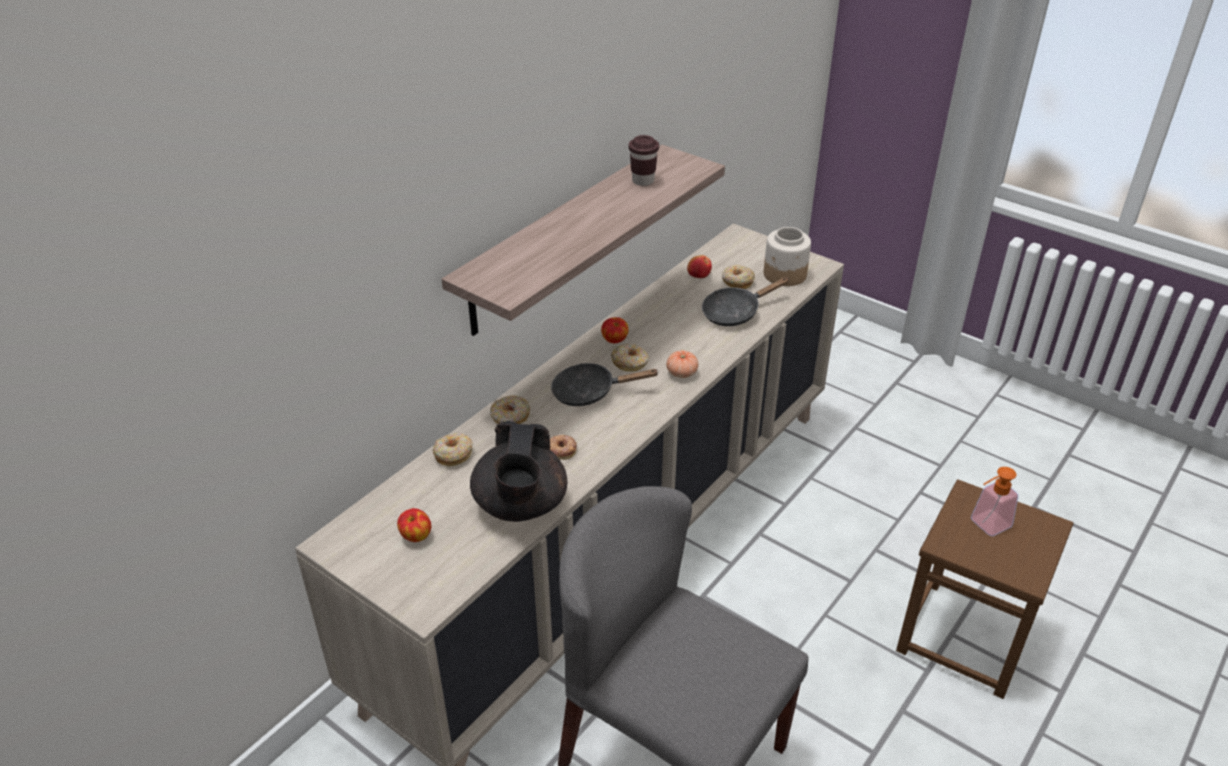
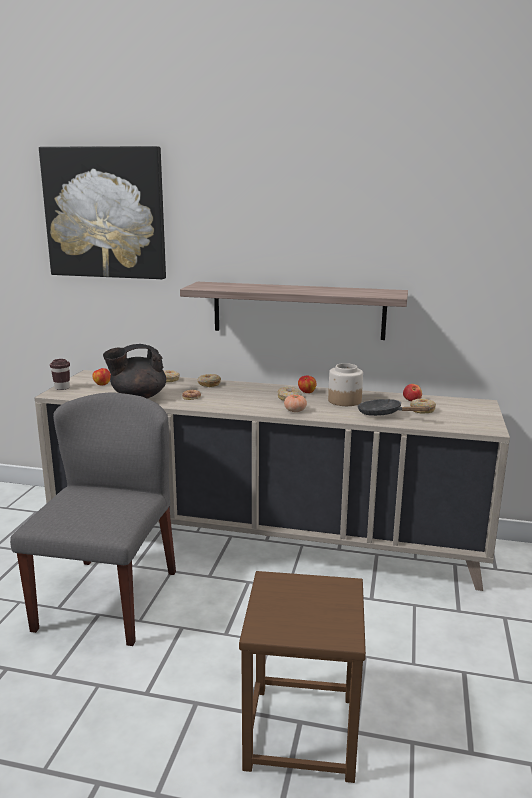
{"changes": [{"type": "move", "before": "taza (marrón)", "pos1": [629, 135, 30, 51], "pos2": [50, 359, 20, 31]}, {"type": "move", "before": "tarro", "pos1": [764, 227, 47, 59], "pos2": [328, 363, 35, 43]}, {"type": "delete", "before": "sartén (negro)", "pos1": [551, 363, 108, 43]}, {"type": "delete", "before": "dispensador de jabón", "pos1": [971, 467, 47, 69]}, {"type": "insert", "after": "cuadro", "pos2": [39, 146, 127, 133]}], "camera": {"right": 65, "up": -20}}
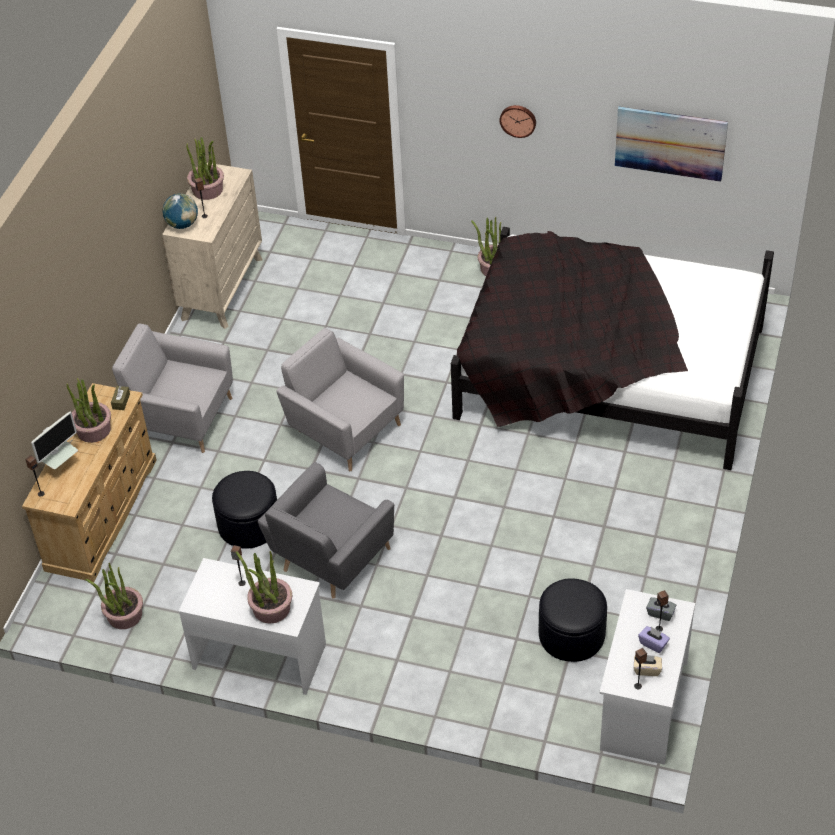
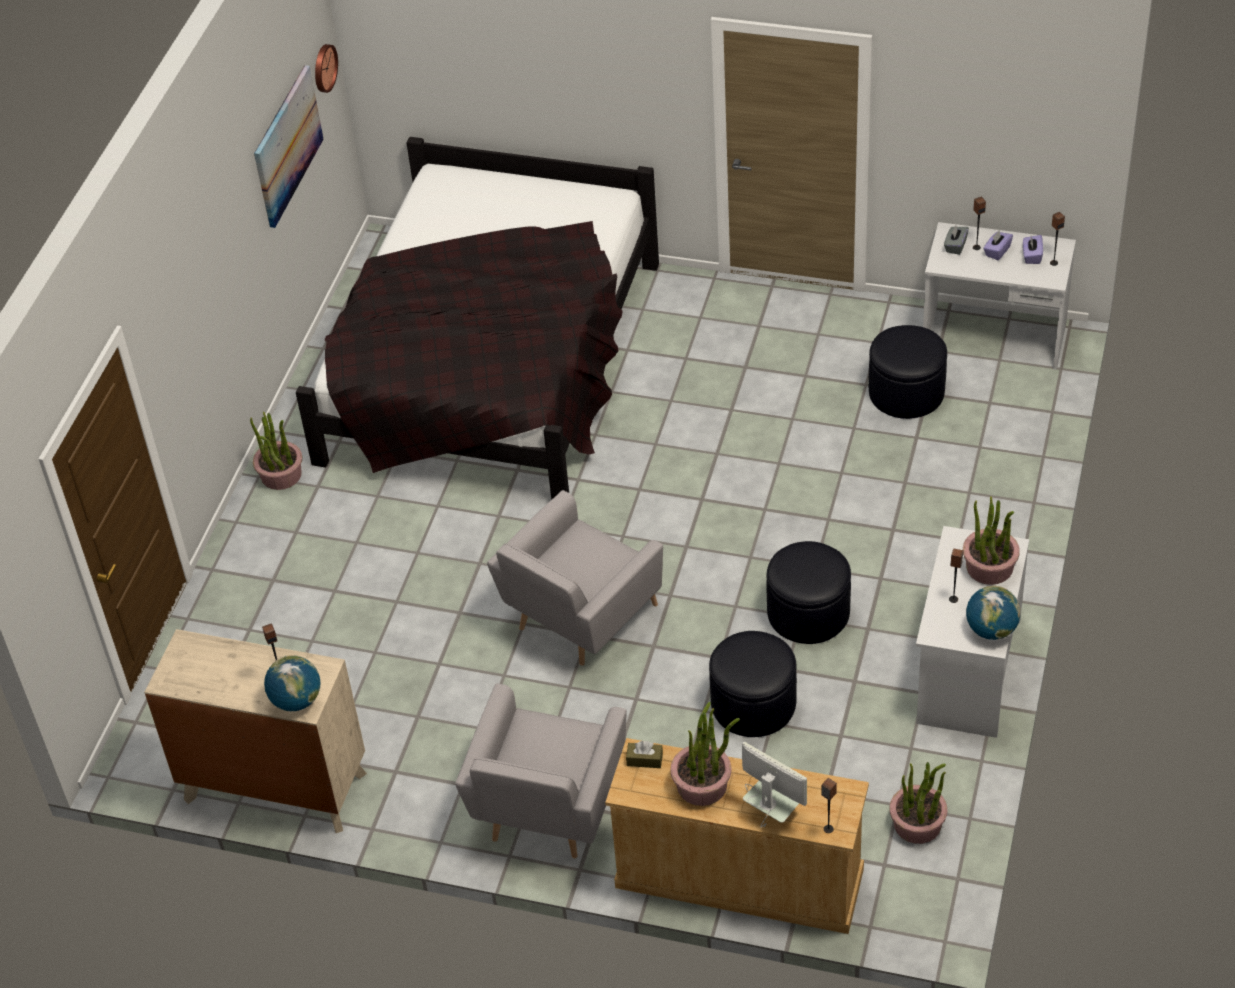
{"changes": [{"type": "move", "before": "reloj de pared", "pos1": [500, 105, 36, 33], "pos2": [315, 44, 23, 49]}, {"type": "delete", "before": "planta en maceta", "pos1": [186, 137, 38, 63]}, {"type": "replace", "before": "sillón (gris)", "after": "puf (negro)", "pos1": [258, 462, 136, 137], "pos2": [767, 541, 84, 103]}, {"type": "recolor", "before": "caja de pañuelos (beis)", "after": "caja de pañuelos (morado)", "pos1": [634, 655, 28, 21], "pos2": [1023, 235, 20, 29]}, {"type": "insert", "after": "globo terráqueo", "pos2": [966, 585, 55, 55]}], "camera": {"right": -90, "up": 0}}
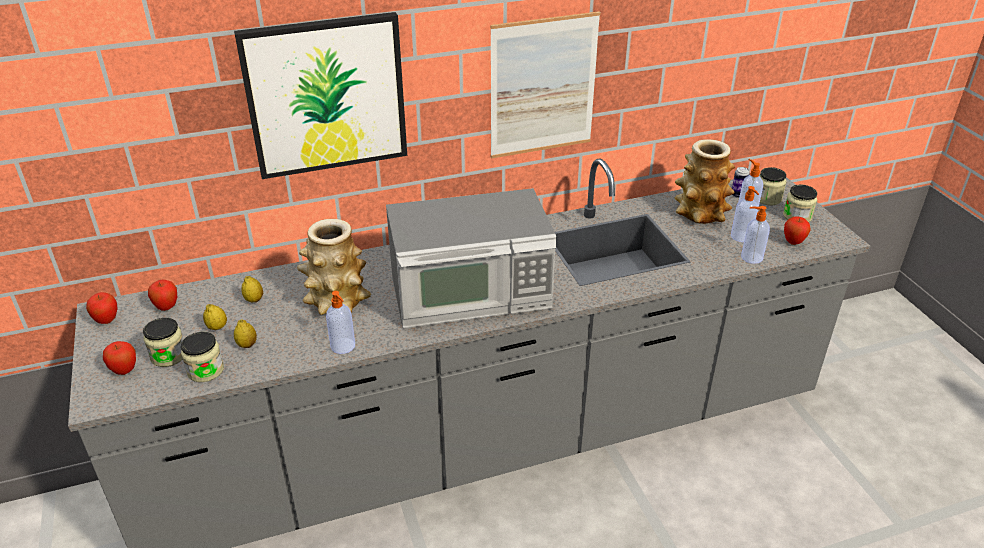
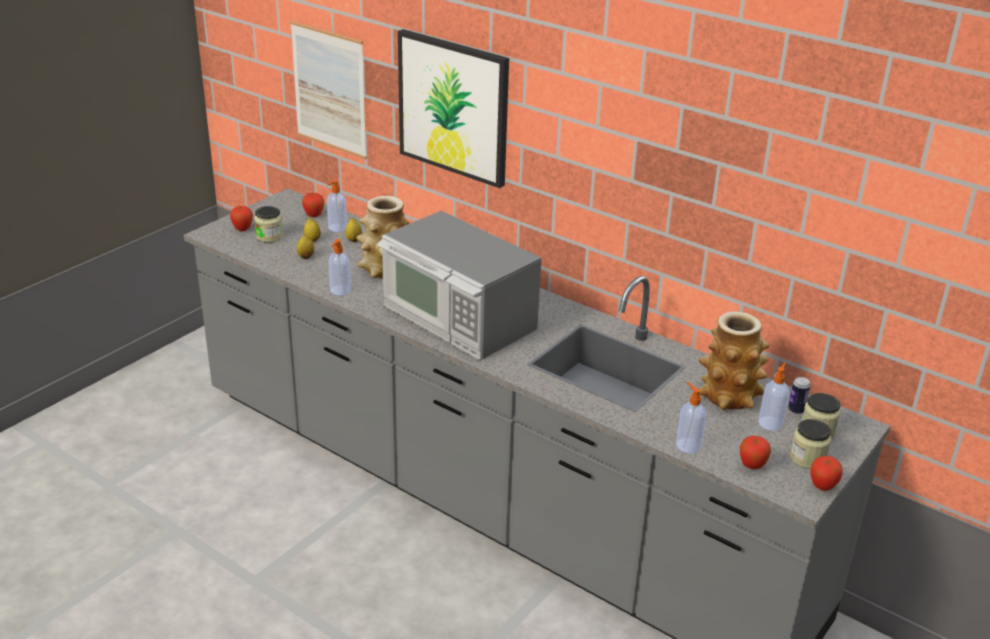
{"changes": [{"type": "move", "before": "cuadro", "pos1": [490, 11, 111, 147], "pos2": [290, 21, 77, 138]}, {"type": "move", "before": "dispensador de jabón", "pos1": [731, 186, 28, 56], "pos2": [327, 180, 20, 52]}, {"type": "move", "before": "manzana", "pos1": [86, 292, 32, 32], "pos2": [810, 456, 33, 35]}, {"type": "delete", "before": "tarro", "pos1": [181, 332, 43, 50]}], "camera": {"right": 55, "up": -5}}
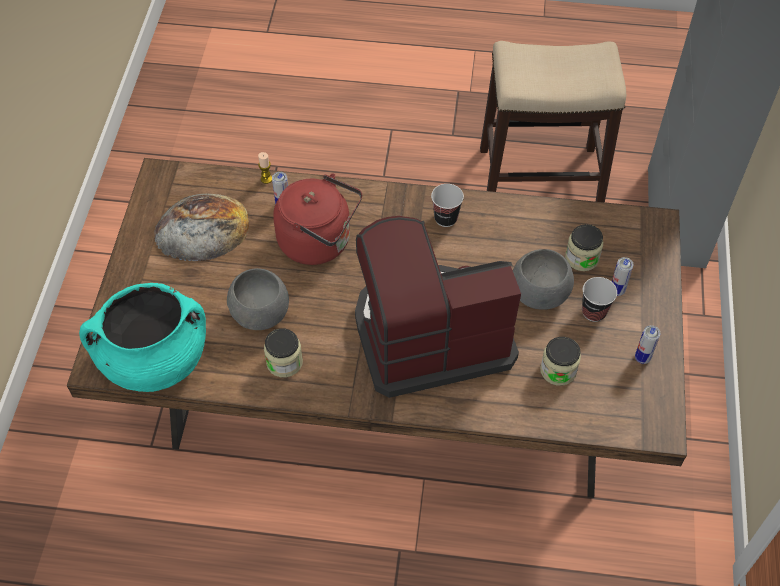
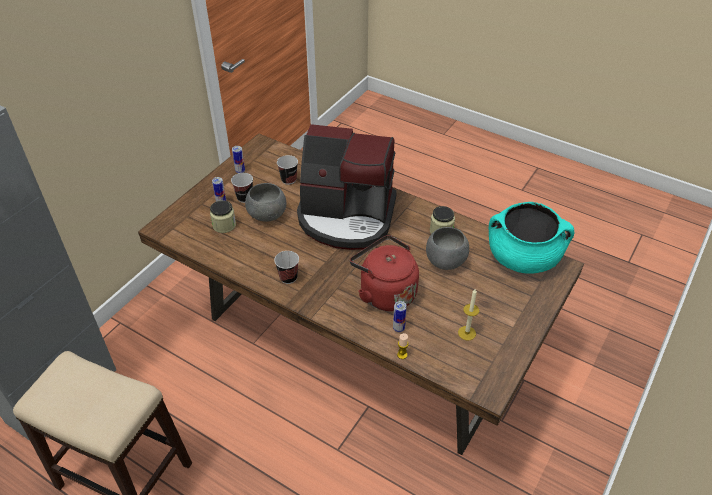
{"changes": [{"type": "replace", "before": "pan", "after": "vela", "pos1": [154, 194, 95, 67], "pos2": [458, 289, 21, 51]}, {"type": "replace", "before": "tarro", "after": "taza", "pos1": [540, 337, 41, 49], "pos2": [277, 155, 21, 30]}], "camera": {"right": -155, "up": -10}}
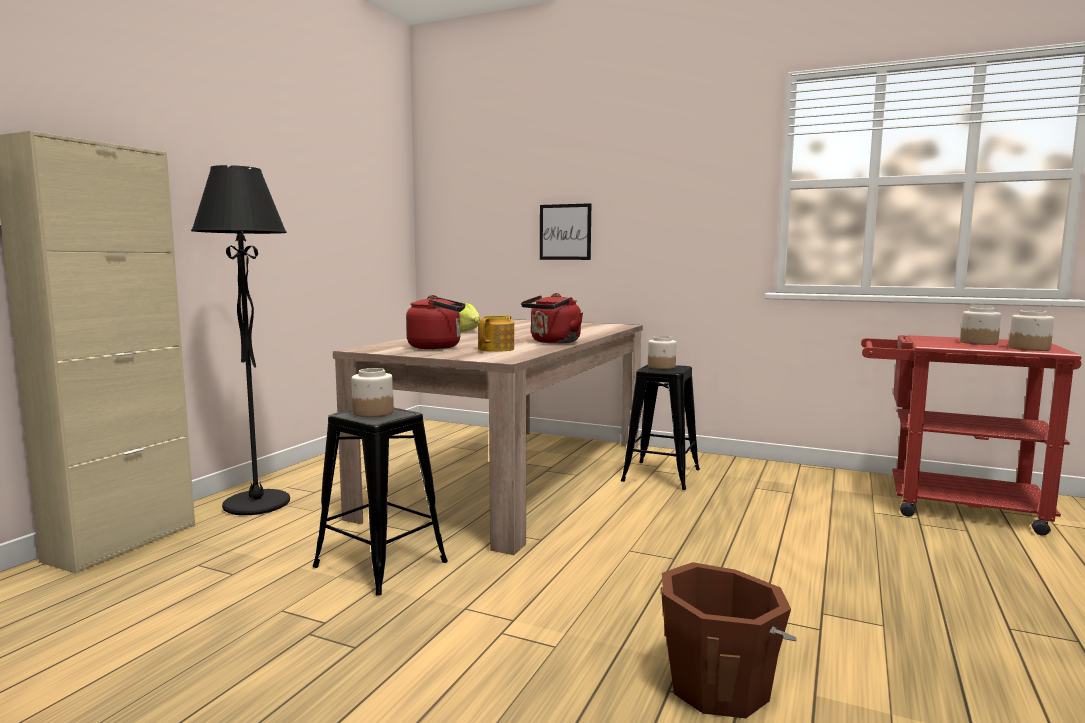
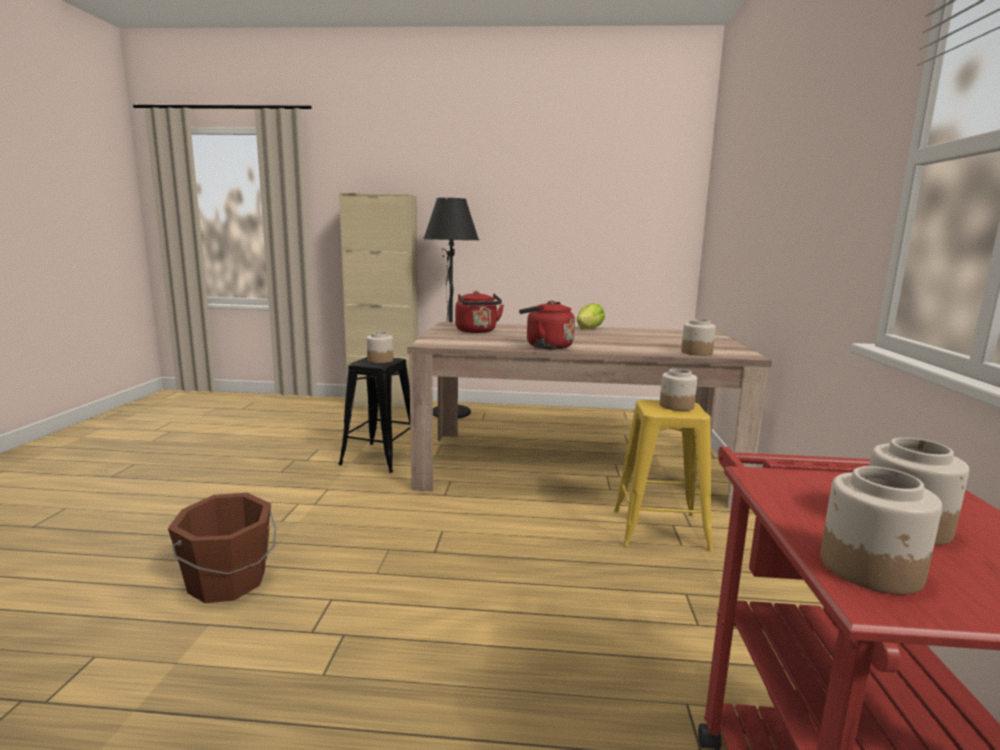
{"changes": [{"type": "delete", "before": "cuadro", "pos1": [540, 203, 51, 57]}, {"type": "delete", "before": "tetera", "pos1": [478, 315, 36, 37]}, {"type": "recolor", "before": "taburete (negro)", "after": "taburete (amarillo)", "pos1": [621, 364, 79, 126], "pos2": [614, 400, 99, 151]}, {"type": "insert", "after": "tarro", "pos2": [681, 319, 35, 37]}], "camera": {"right": 70, "up": 5}}
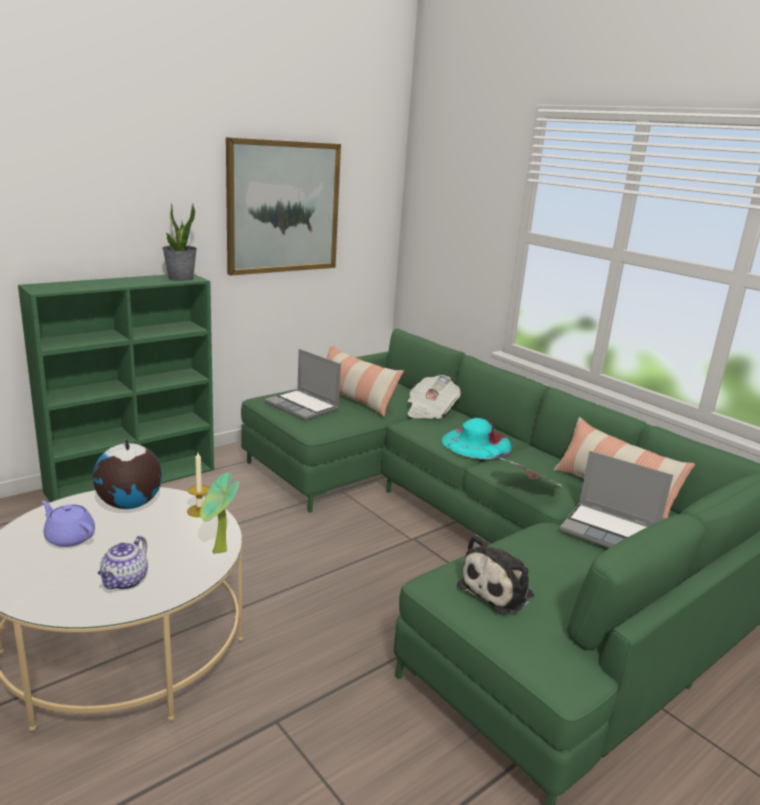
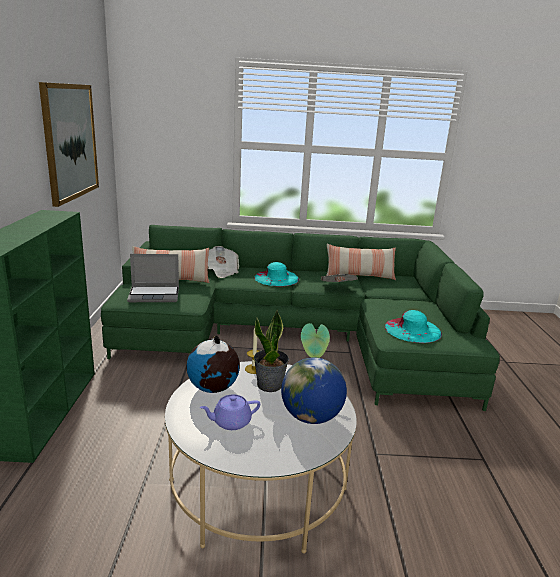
{"changes": [{"type": "move", "before": "planta en maceta", "pos1": [162, 203, 35, 78], "pos2": [254, 310, 35, 82]}, {"type": "delete", "before": "portátil", "pos1": [560, 451, 113, 97]}, {"type": "replace", "before": "peluche", "after": "sombrero (turquesa)", "pos1": [457, 535, 77, 79], "pos2": [385, 310, 57, 33]}, {"type": "replace", "before": "tetera", "after": "globo terráqueo", "pos1": [98, 536, 50, 54], "pos2": [281, 357, 66, 67]}], "camera": {"right": -50, "up": 0}}
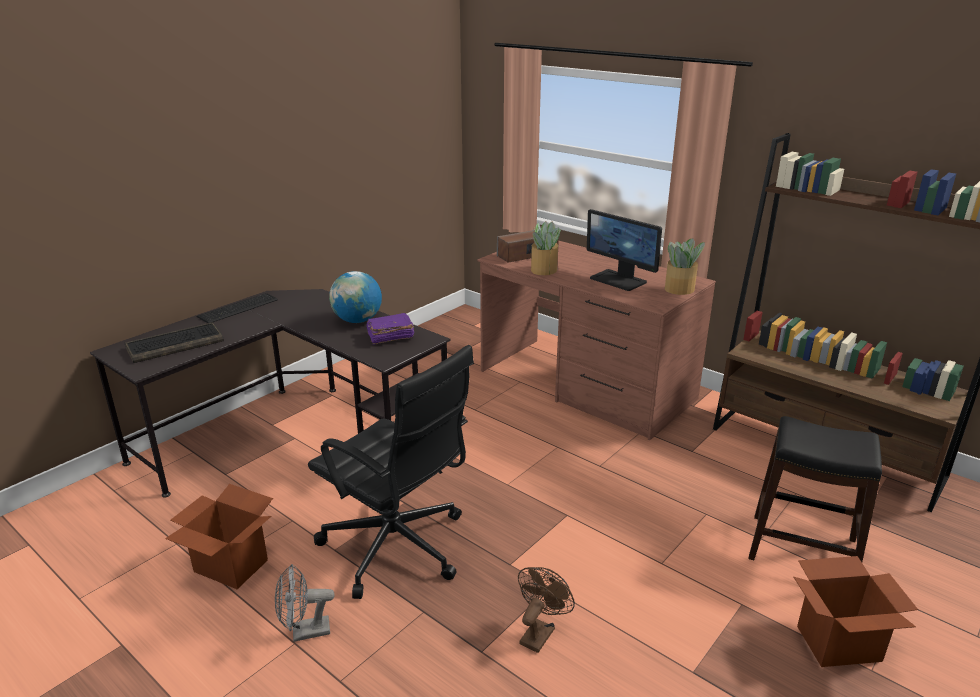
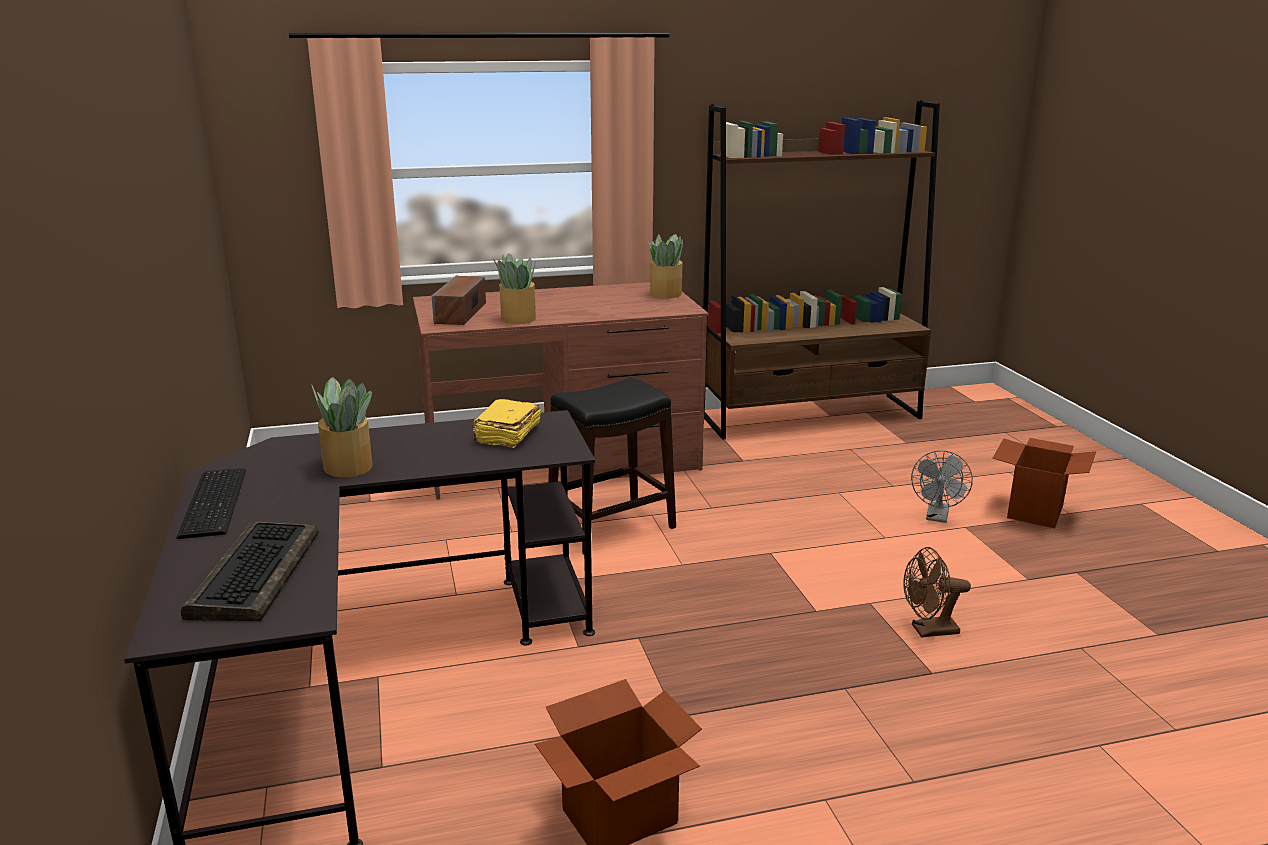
{"changes": [{"type": "delete", "before": "monitor", "pos1": [587, 209, 75, 82]}, {"type": "delete", "before": "globo terráqueo", "pos1": [329, 271, 53, 52]}, {"type": "recolor", "before": "libro (morado)", "after": "libro (amarillo)", "pos1": [366, 313, 48, 32], "pos2": [473, 399, 68, 49]}, {"type": "delete", "before": "silla de oficina (negro)", "pos1": [308, 345, 166, 254]}, {"type": "move", "before": "taburete (negro)", "pos1": [748, 416, 134, 146], "pos2": [548, 378, 128, 176]}, {"type": "move", "before": "ventilador (gris)", "pos1": [275, 564, 60, 78], "pos2": [911, 450, 62, 73]}, {"type": "rotate", "before": "ventilador (marrón)", "pos1": [518, 567, 57, 86], "pos2": [903, 547, 68, 91], "turn": -75}, {"type": "insert", "after": "planta en maceta", "pos2": [311, 377, 62, 100]}], "camera": {"right": -55, "up": -5}}
